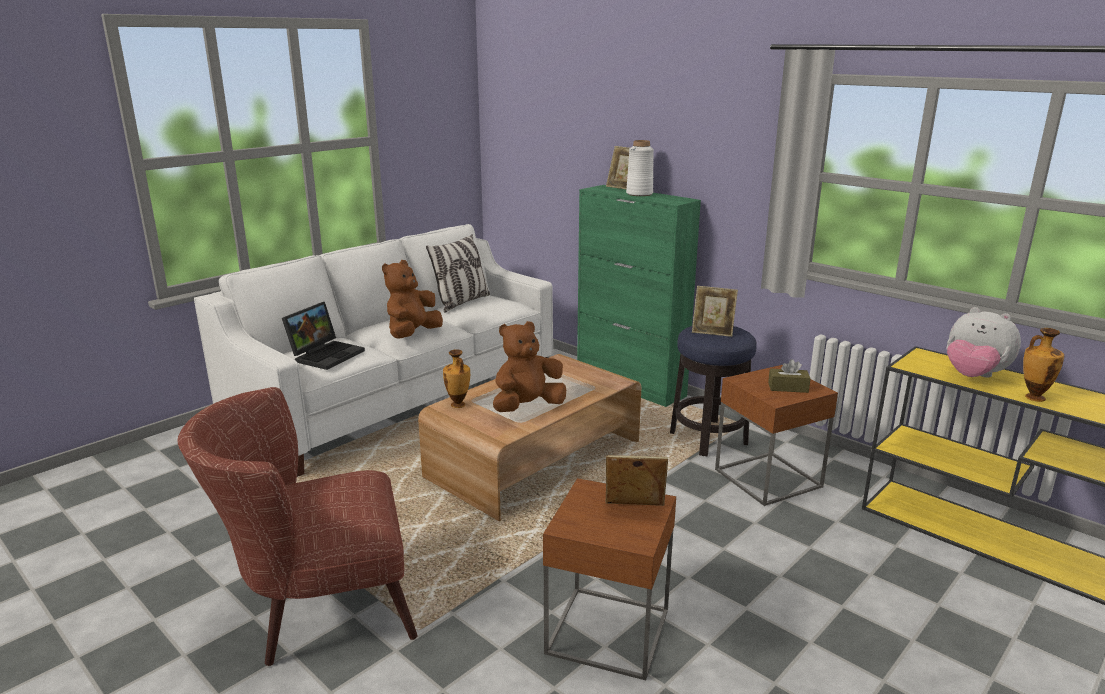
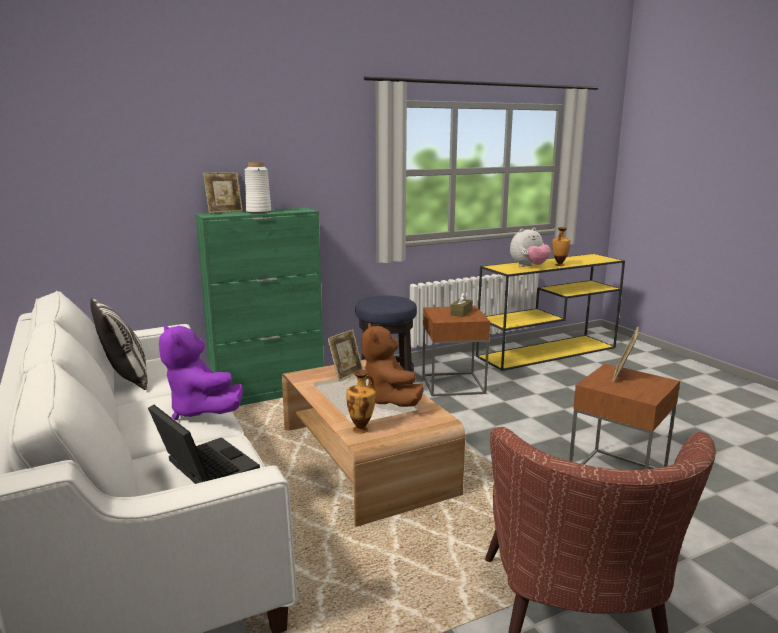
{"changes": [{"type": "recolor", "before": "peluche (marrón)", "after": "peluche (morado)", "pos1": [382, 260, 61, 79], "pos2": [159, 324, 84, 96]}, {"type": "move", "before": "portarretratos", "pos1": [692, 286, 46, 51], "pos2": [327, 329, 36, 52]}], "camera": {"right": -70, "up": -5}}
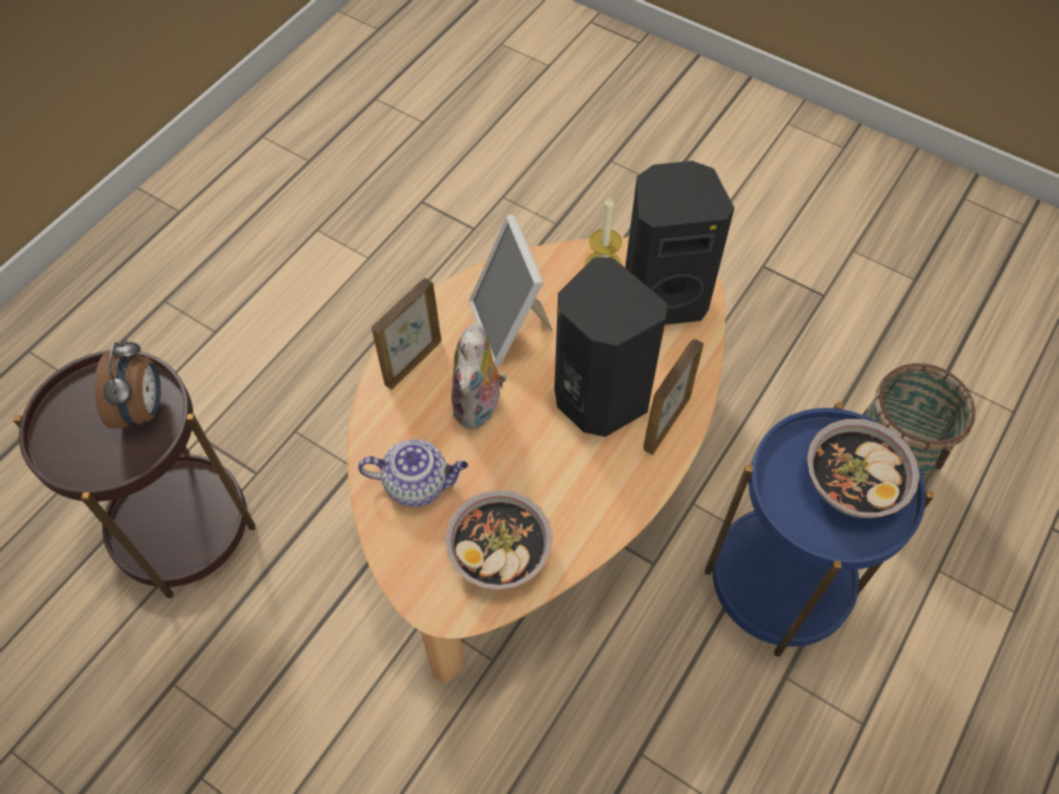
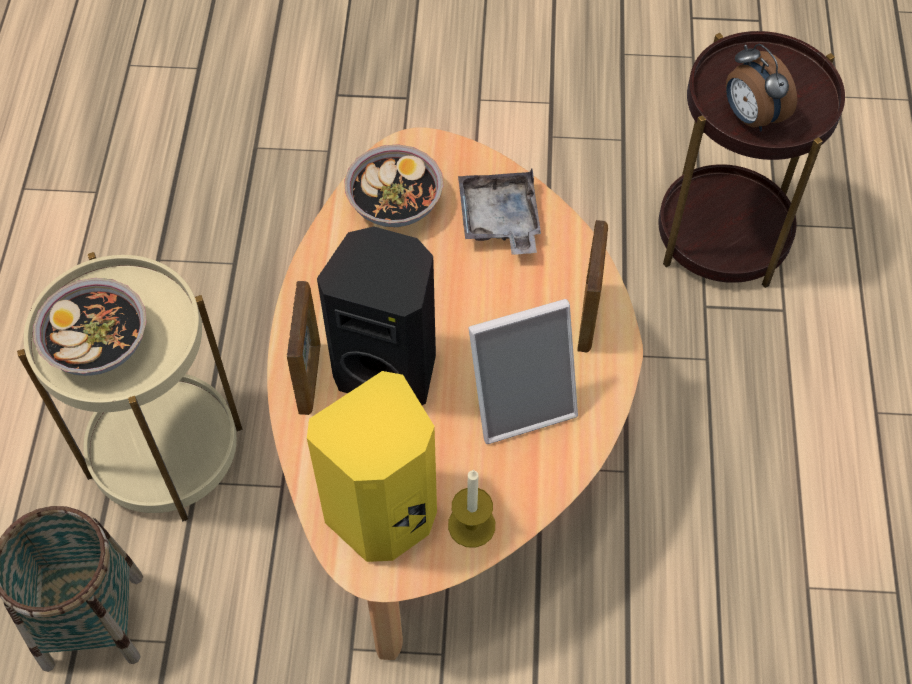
{"changes": [{"type": "recolor", "before": "altavoz (negro)", "after": "altavoz (amarillo)", "pos1": [625, 161, 109, 164], "pos2": [307, 371, 130, 191]}, {"type": "rotate", "before": "portarretratos", "pos1": [469, 215, 84, 152], "pos2": [469, 299, 109, 145], "turn": 120}, {"type": "delete", "before": "peluche", "pos1": [451, 323, 56, 106]}, {"type": "recolor", "before": "mesa auxiliar (azul)", "after": "mesa auxiliar (beis)", "pos1": [705, 402, 229, 255], "pos2": [17, 252, 225, 269]}, {"type": "replace", "before": "tetera", "after": "bandeja (gris)", "pos1": [358, 439, 110, 68], "pos2": [458, 169, 83, 86]}], "camera": {"right": 150, "up": 0}}
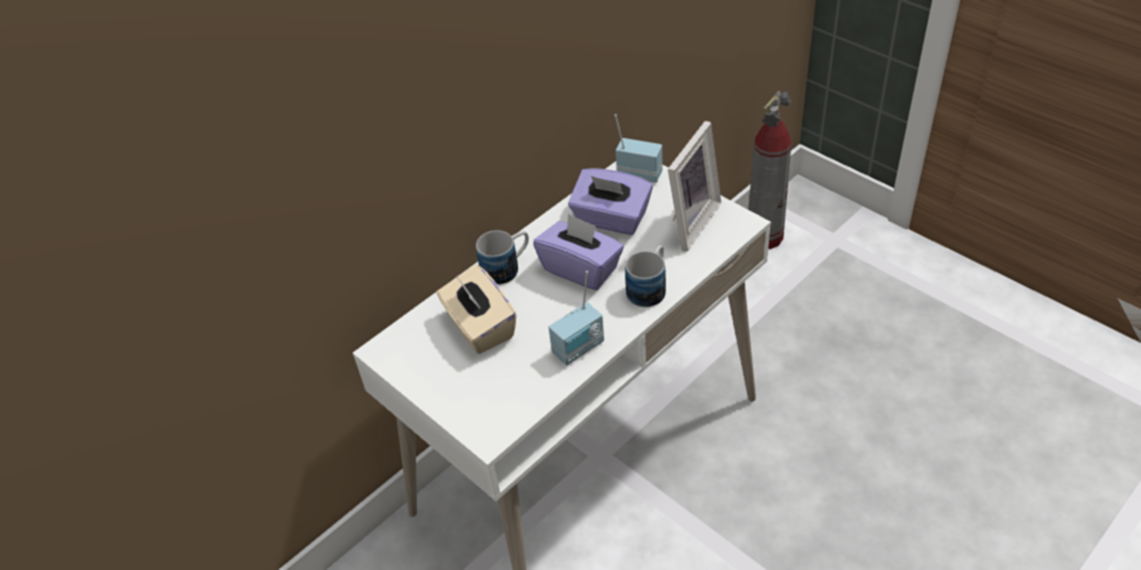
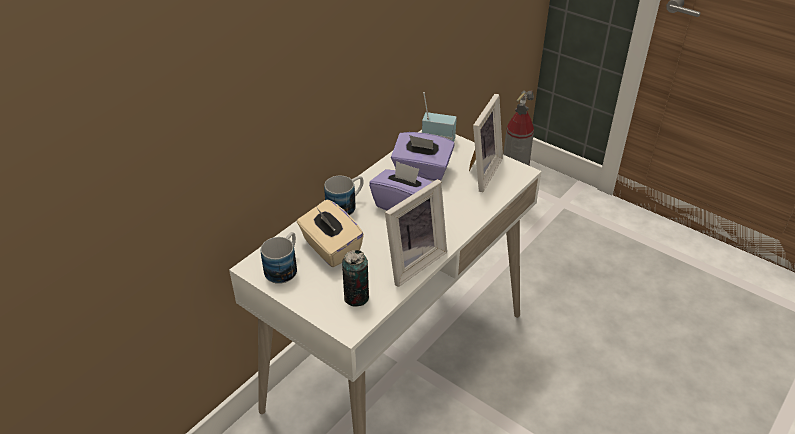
{"changes": [{"type": "move", "before": "taza grande", "pos1": [625, 245, 41, 62], "pos2": [261, 232, 36, 52]}, {"type": "replace", "before": "radio", "after": "portarretratos", "pos1": [549, 271, 55, 94], "pos2": [385, 179, 62, 108]}, {"type": "insert", "after": "lata", "pos2": [342, 250, 27, 57]}], "camera": {"right": -10, "up": -5}}
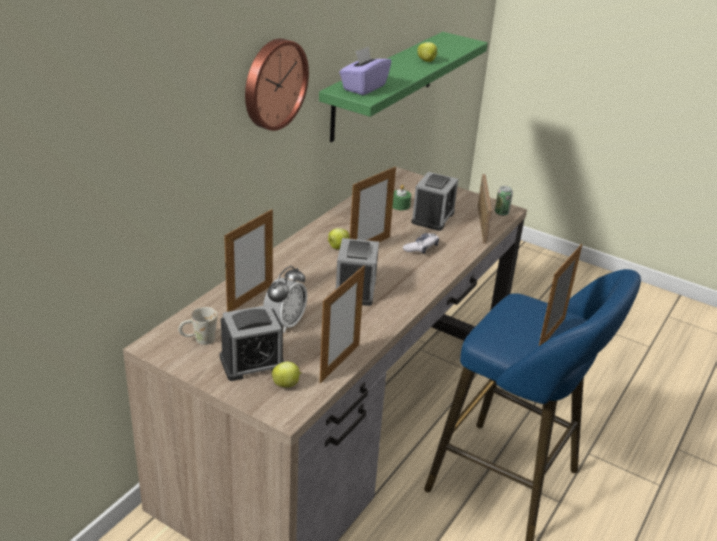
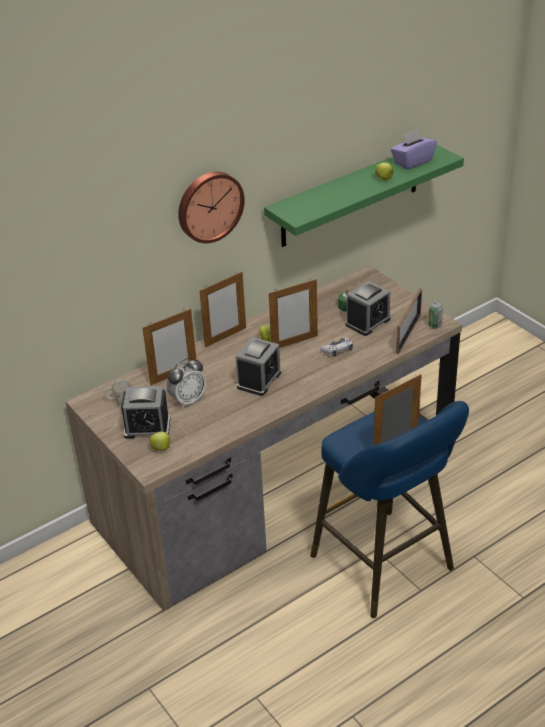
{"changes": [{"type": "move", "before": "caja de pañuelos (morado)", "pos1": [339, 46, 52, 49], "pos2": [391, 129, 46, 41]}, {"type": "move", "before": "portarretratos", "pos1": [320, 266, 45, 117], "pos2": [200, 272, 46, 76]}], "camera": {"right": 25, "up": 5}}
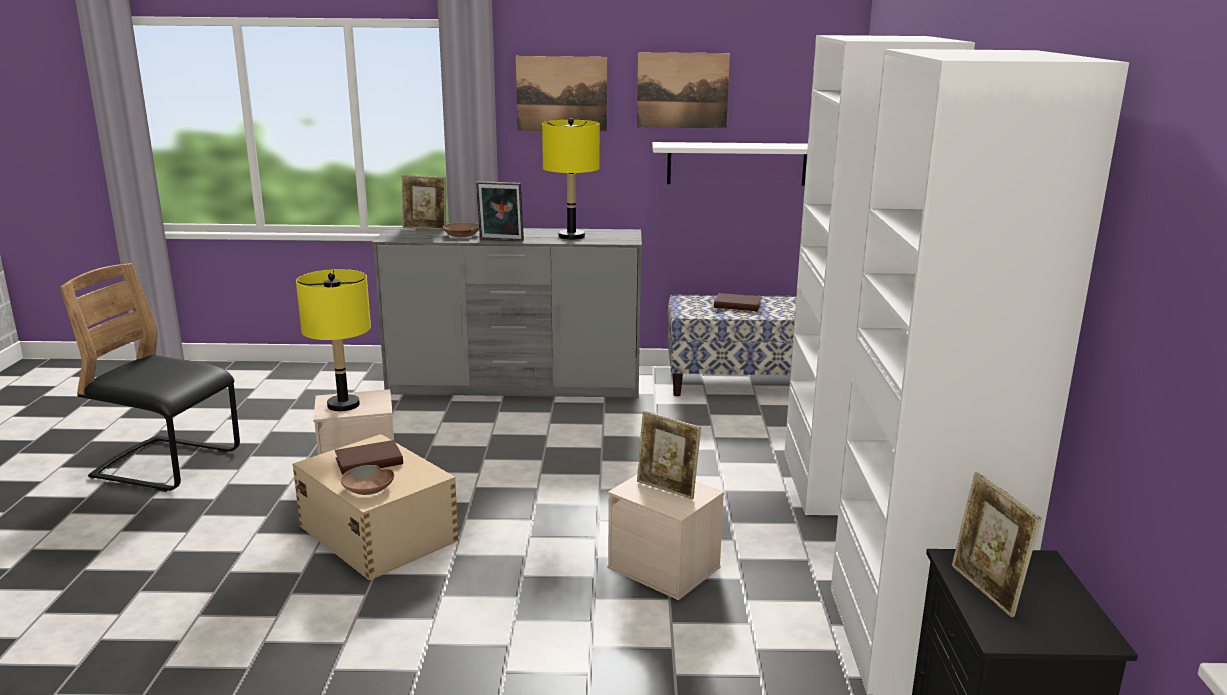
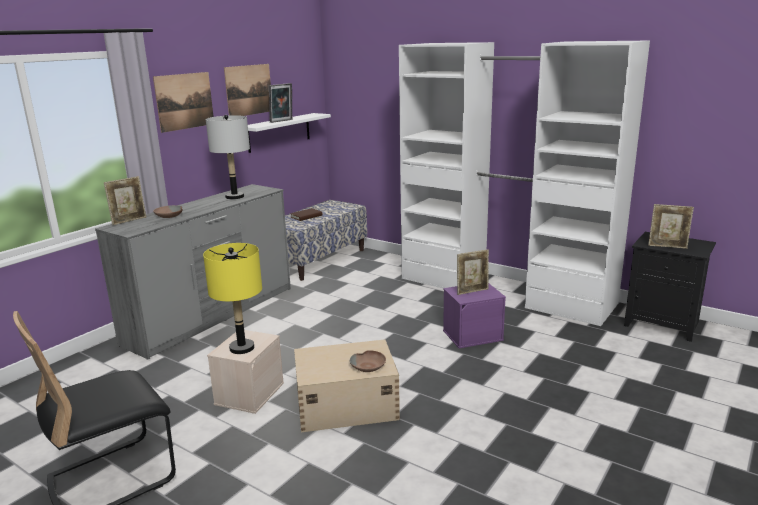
{"changes": [{"type": "recolor", "before": "lámpara de mesa (amarillo)", "after": "lámpara de mesa (gris)", "pos1": [542, 118, 58, 122], "pos2": [206, 115, 44, 84]}, {"type": "move", "before": "portarretratos", "pos1": [476, 181, 48, 61], "pos2": [269, 83, 23, 40]}, {"type": "delete", "before": "libro (marrón)", "pos1": [335, 440, 68, 35]}, {"type": "recolor", "before": "caja de almacenaje (beis)", "after": "caja de almacenaje (morado)", "pos1": [607, 475, 117, 125], "pos2": [443, 283, 63, 65]}], "camera": {"right": -55, "up": 0}}
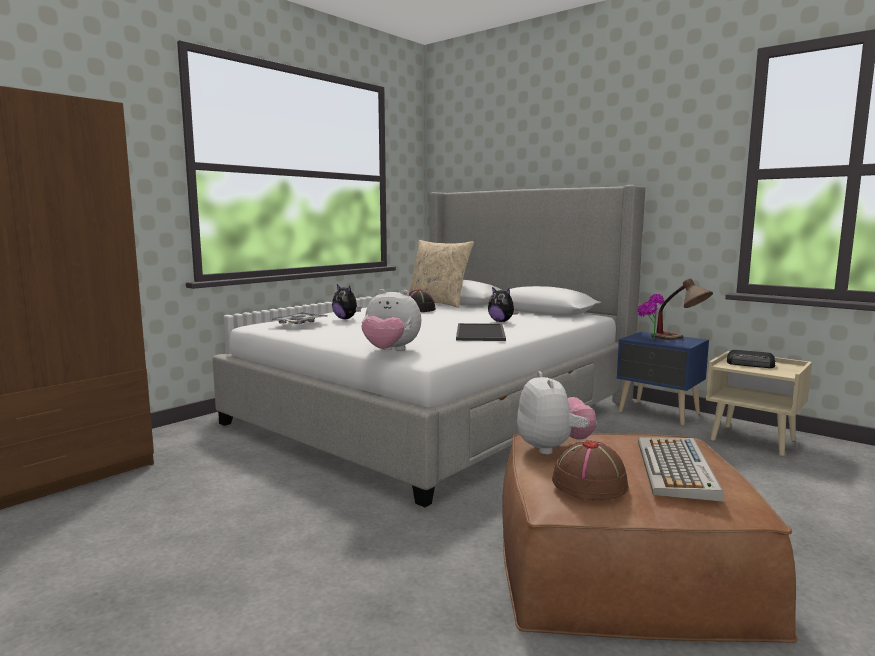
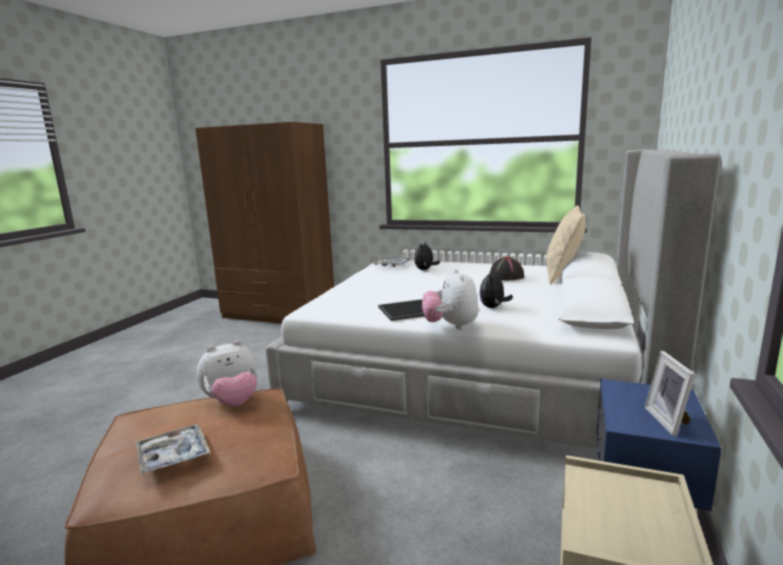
{"changes": [{"type": "replace", "before": "lámpara de mesa", "after": "portarretratos", "pos1": [651, 278, 62, 62], "pos2": [645, 351, 50, 86]}, {"type": "move", "before": "peluche", "pos1": [361, 289, 60, 62], "pos2": [422, 269, 57, 61]}, {"type": "delete", "before": "planta en maceta", "pos1": [637, 294, 27, 47]}, {"type": "delete", "before": "radio", "pos1": [727, 350, 49, 18]}, {"type": "replace", "before": "teclado", "after": "bandeja", "pos1": [638, 437, 86, 65], "pos2": [136, 424, 75, 51]}, {"type": "delete", "before": "sombrero (marrón)", "pos1": [552, 440, 77, 60]}], "camera": {"right": 70, "up": 5}}
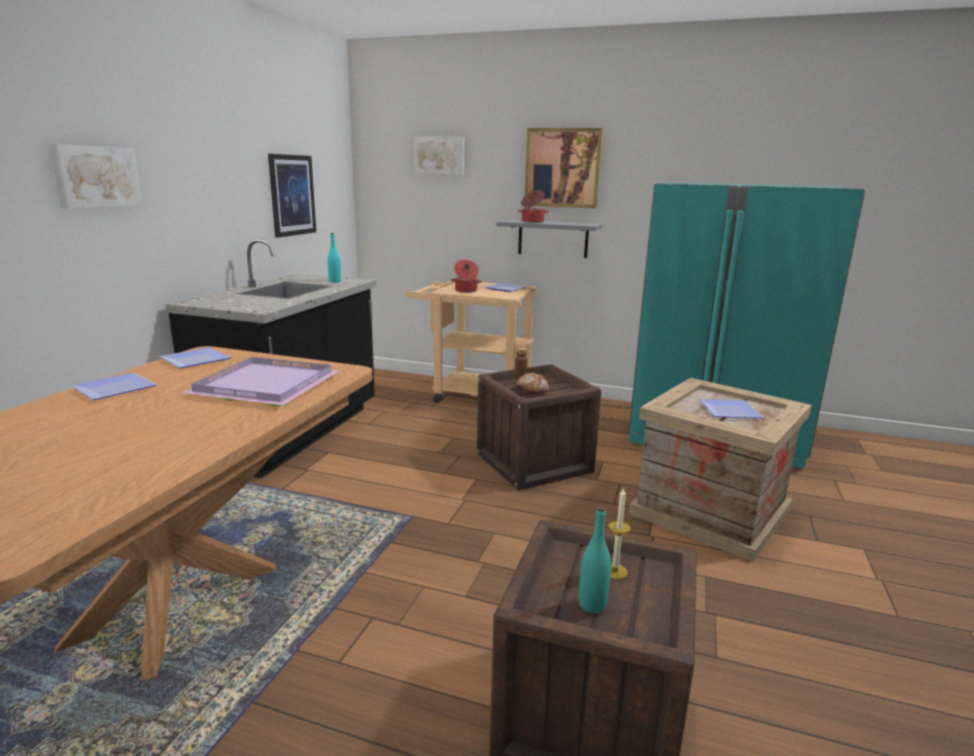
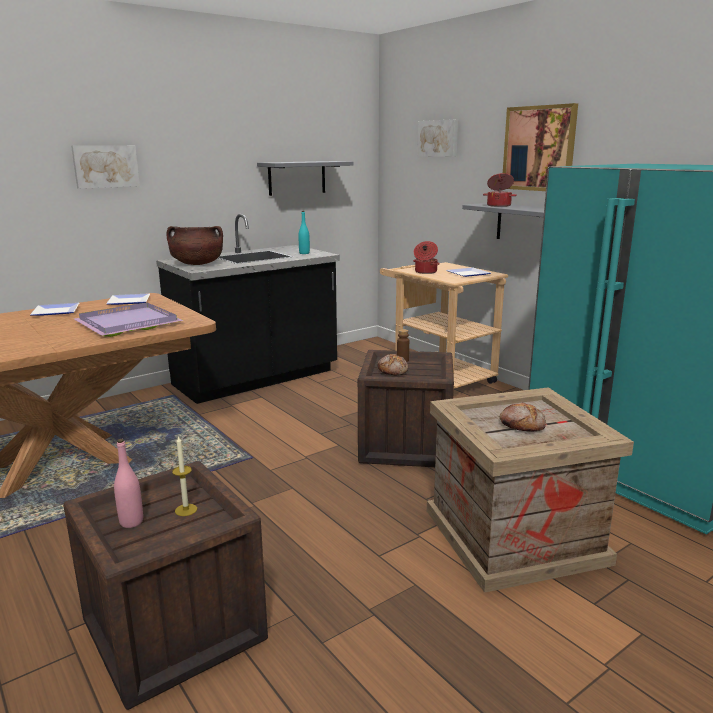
{"changes": [{"type": "replace", "before": "cuadro", "after": "estante (gris)", "pos1": [268, 154, 48, 84], "pos2": [257, 161, 97, 35]}, {"type": "replace", "before": "plato", "after": "pan", "pos1": [699, 399, 64, 19], "pos2": [500, 403, 46, 29]}, {"type": "recolor", "before": "botella (turquesa)", "after": "botella (rosa)", "pos1": [579, 506, 32, 107], "pos2": [114, 439, 29, 89]}, {"type": "insert", "after": "olla (marrón)", "pos2": [167, 226, 56, 39]}], "camera": {"right": 35, "up": 0}}
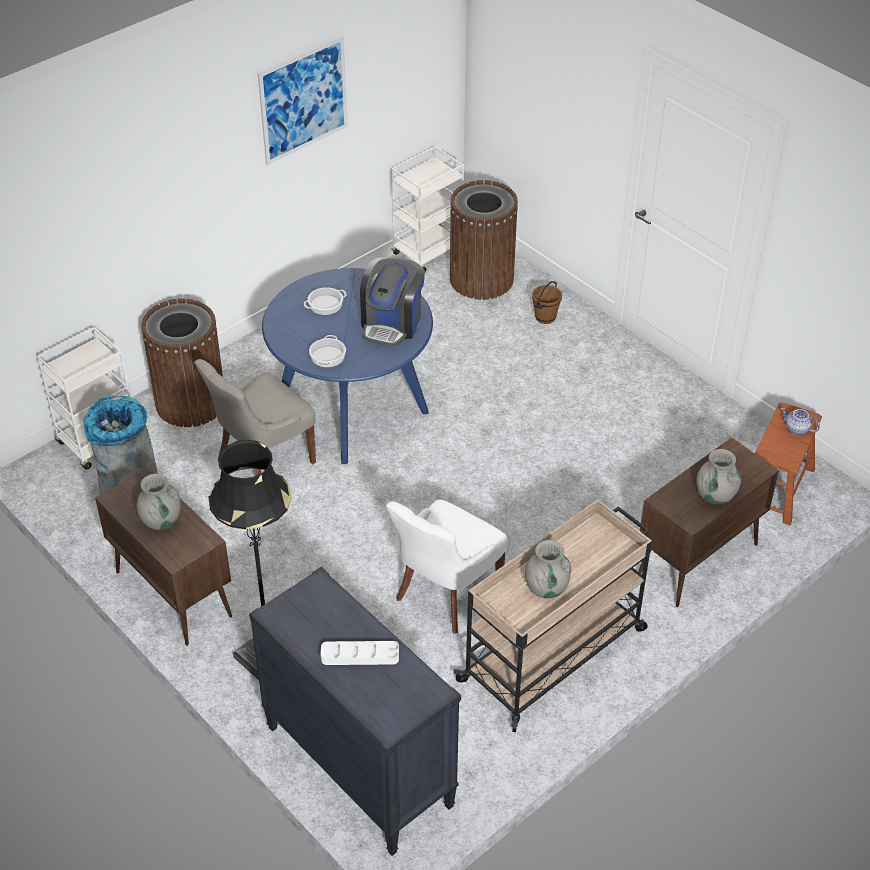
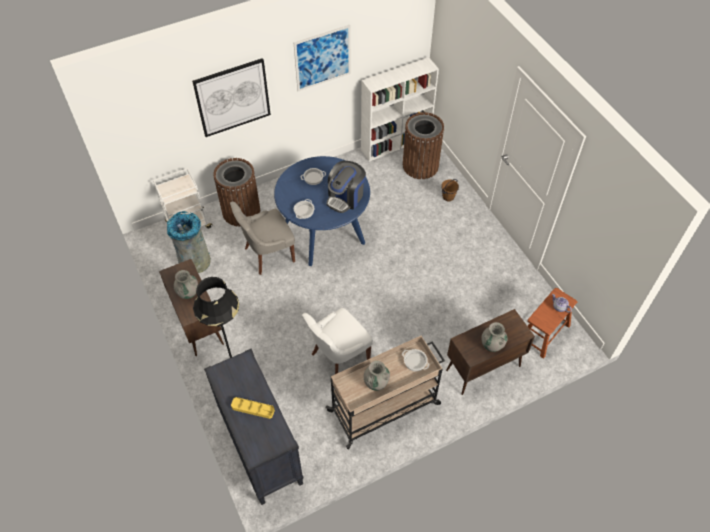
{"changes": [{"type": "replace", "before": "carrito (blanco)", "after": "estantería (blanco)", "pos1": [391, 146, 73, 126], "pos2": [361, 57, 78, 105]}, {"type": "recolor", "before": "bandeja (blanco)", "after": "bandeja (amarillo)", "pos1": [321, 641, 78, 24], "pos2": [231, 397, 44, 22]}, {"type": "insert", "after": "cuadro", "pos2": [192, 58, 79, 79]}, {"type": "insert", "after": "olla", "pos2": [402, 349, 27, 23]}], "camera": {"right": 15, "up": 10}}
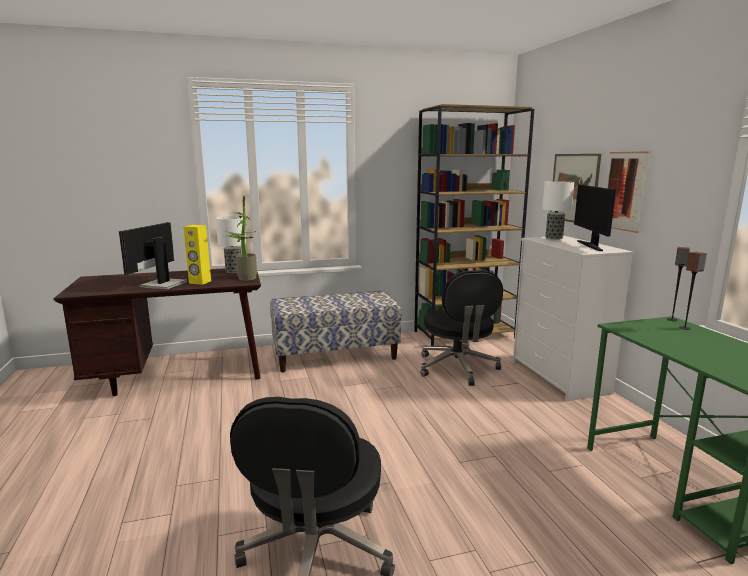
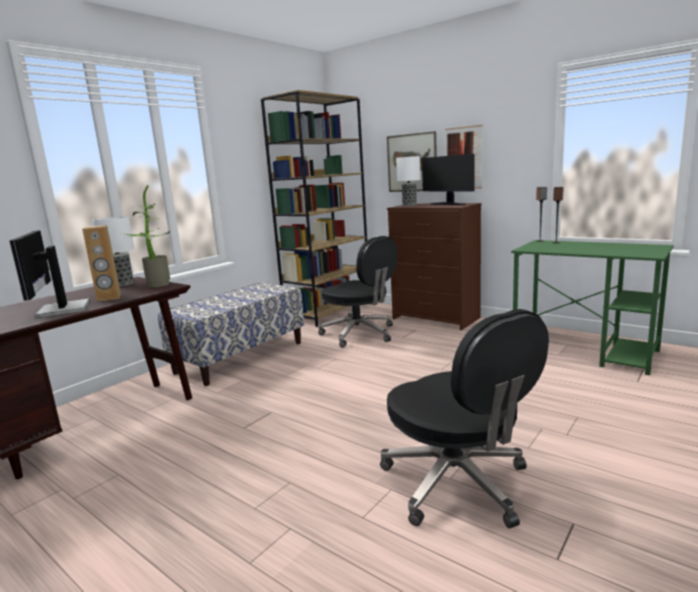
{"changes": [{"type": "recolor", "before": "altavoz (amarillo)", "after": "altavoz (marrón)", "pos1": [184, 225, 27, 60], "pos2": [82, 225, 39, 77]}, {"type": "recolor", "before": "cómoda (blanco)", "after": "cómoda (marrón)", "pos1": [513, 236, 120, 165], "pos2": [387, 203, 95, 127]}], "camera": {"right": -35, "up": 0}}
